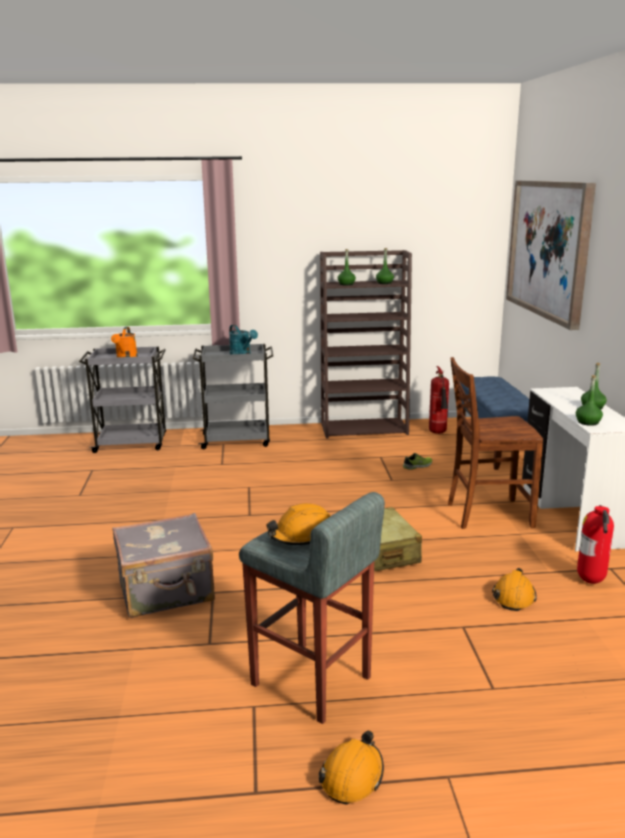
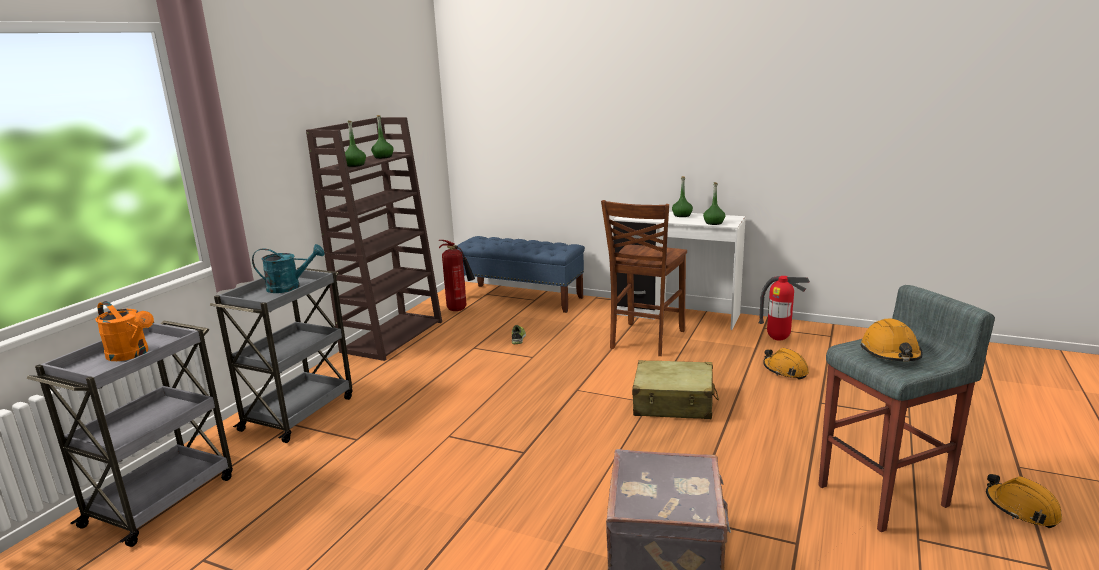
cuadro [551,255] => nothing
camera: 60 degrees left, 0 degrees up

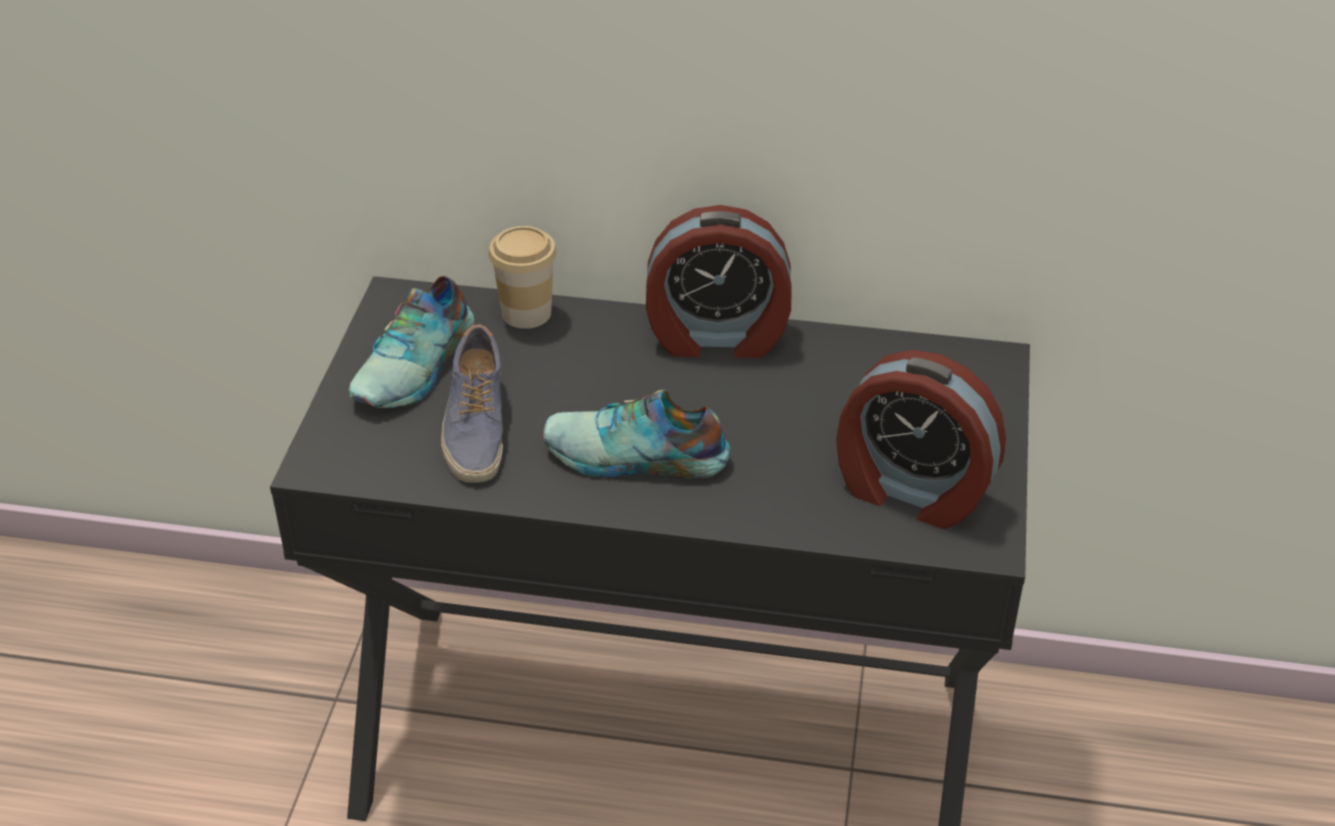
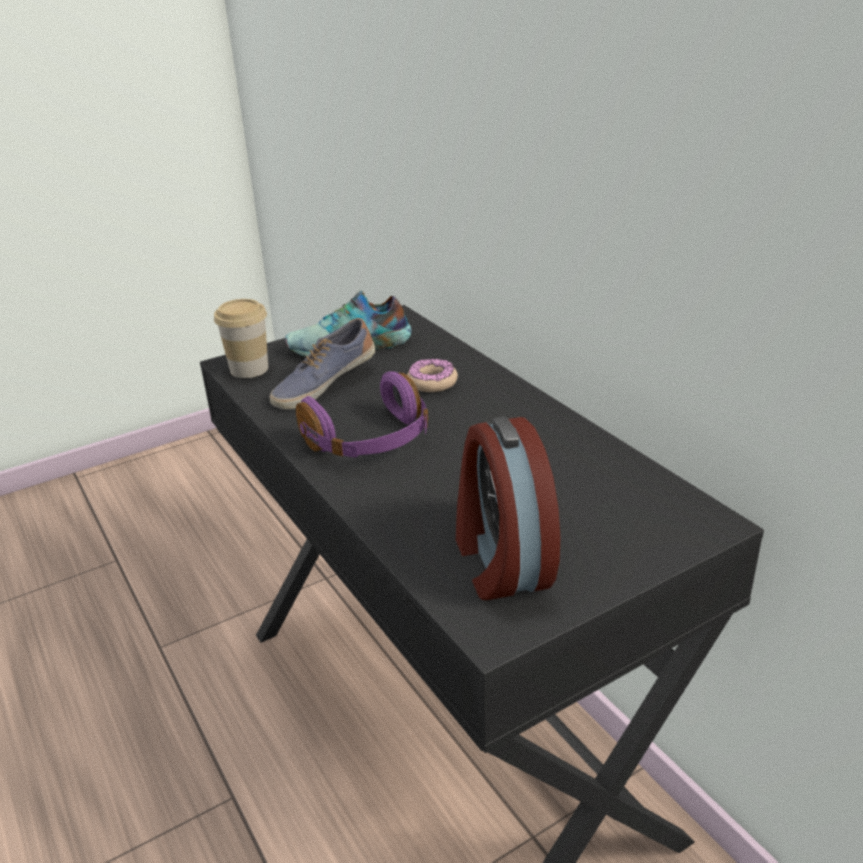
despertador [719,281] => nothing
taza [523,277] => taza [241,338], moved
zapato [637,434] => auriculares (morado) [362,414]
nothing => rosquilla [432,375]
camera: 50 degrees right, 10 degrees down

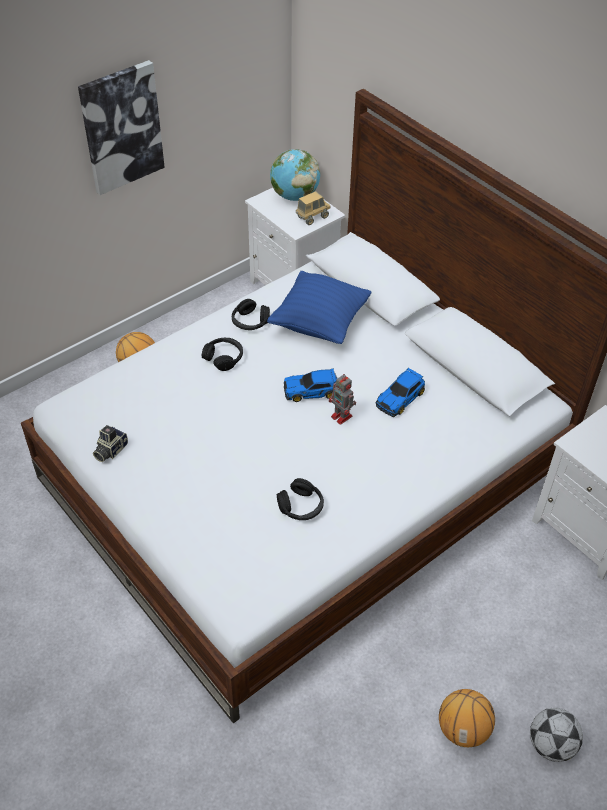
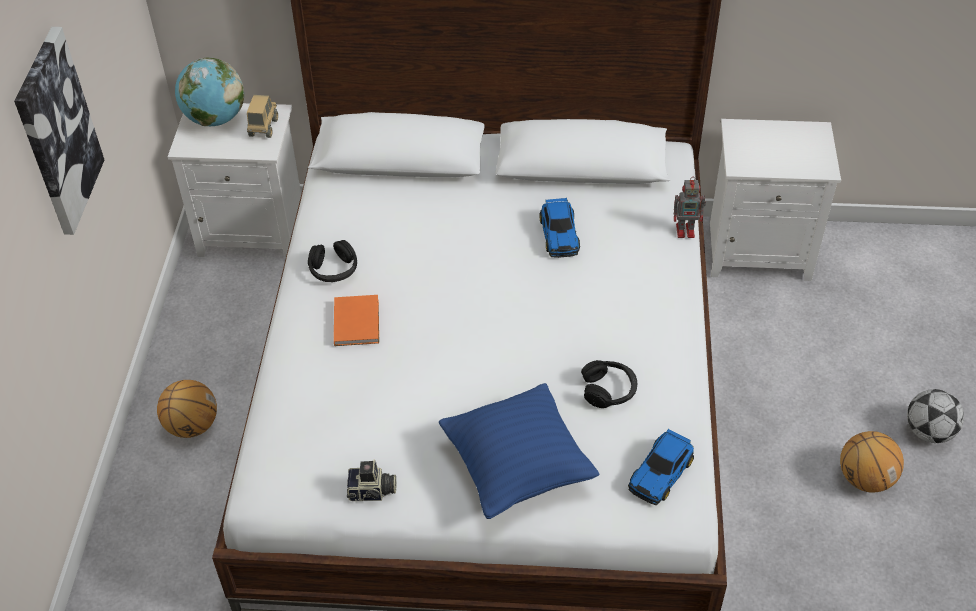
cojín (azul) [319,307] => cojín (azul) [519,451], moved
auriculares (negro) [222,354] => libro (naranja) [356,320]
coche de juguete [310,385] => coche de juguete [661,467], moved
robot de juguete [342,400] => robot de juguete [690,207], moved
cámara [110,443] => cámara [371,480], 75 degrees counterclockwise
camera: 45 degrees left, 0 degrees up

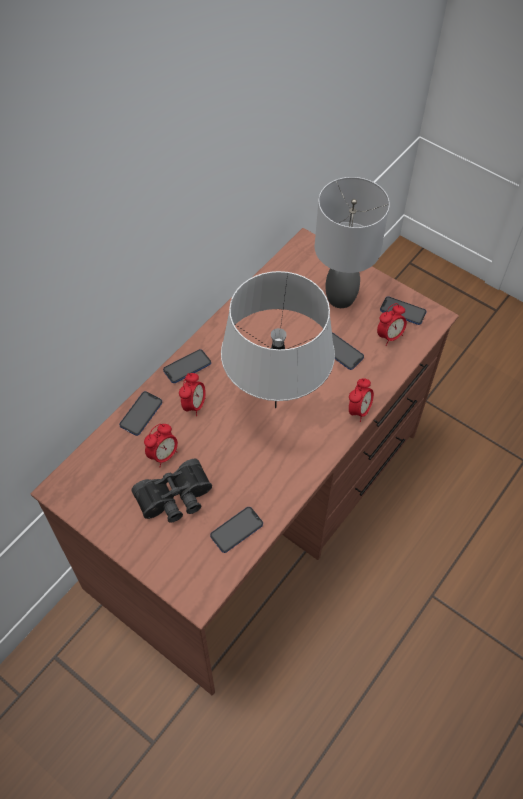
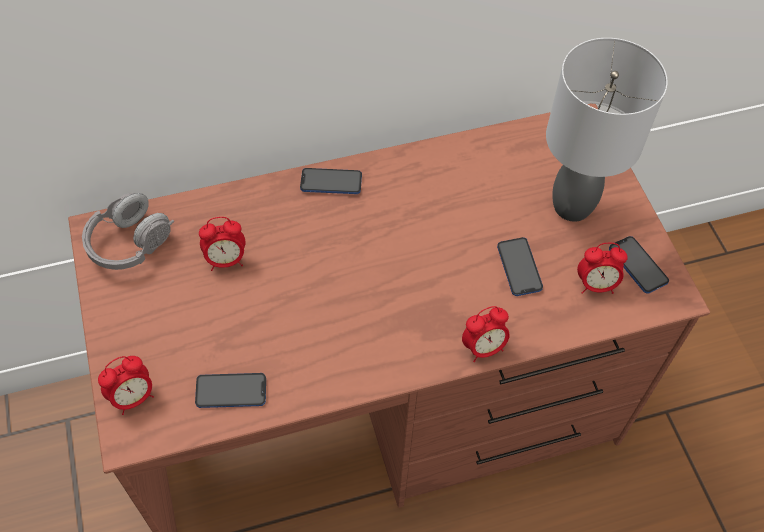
lámpara de mesa (gris) [278,339] => nothing
despertador [192,394] => despertador [126,385], moved
móvil [140,413] => nothing
prismáticos (negro) [171,491] => nothing
nothing => auriculares (gris) [128,231]
camera: 35 degrees right, 0 degrees up

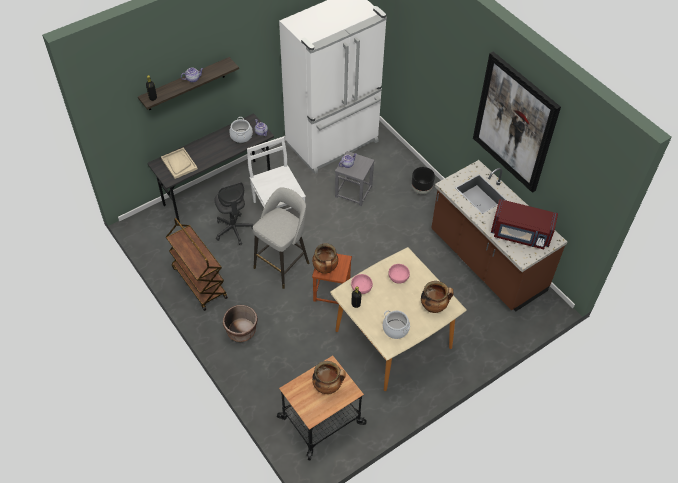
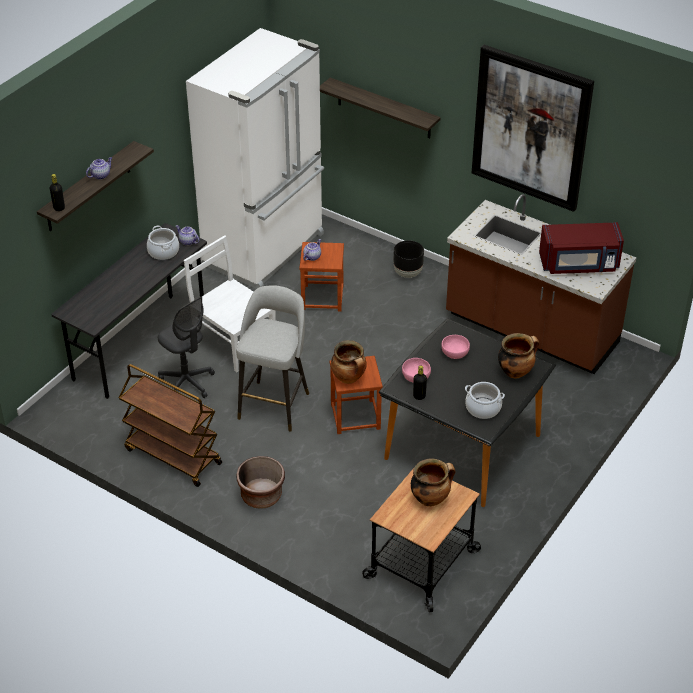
bandeja (beis) [179,163] => nothing
taburete (gris) [355,178] => taburete (marrón) [321,276]
mesa de comedor (beis) [398,319] => mesa de comedor (negro) [467,412]
nothing => estante [380,108]
camera: 20 degrees left, 10 degrees down

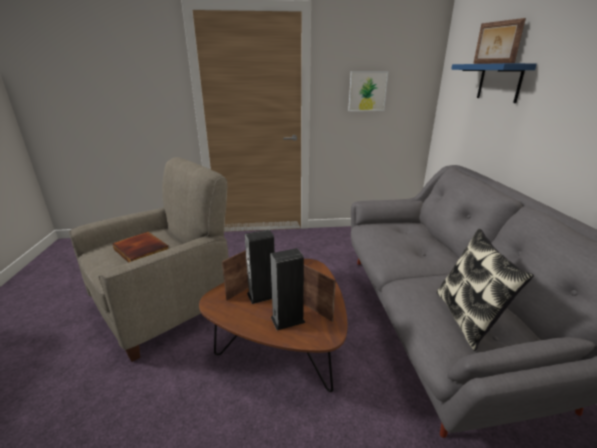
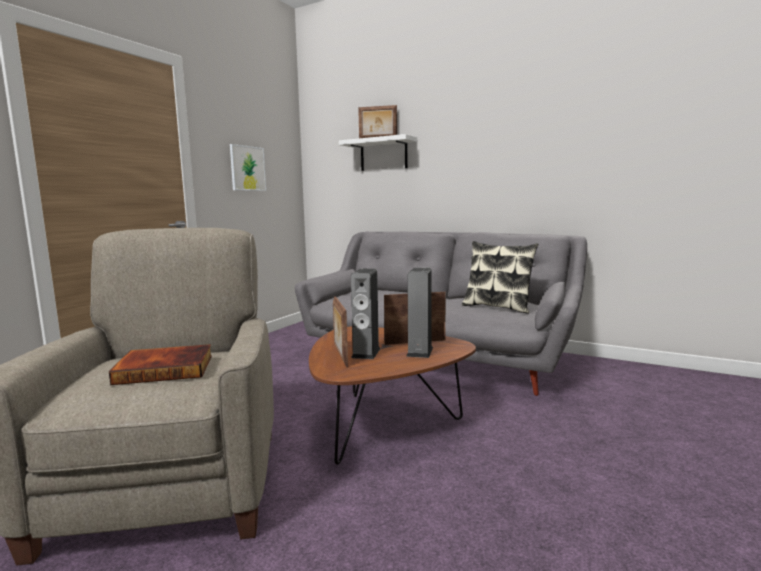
estante (azul) [494,83] => estante (blanco) [378,152]
camera: 55 degrees left, 15 degrees down

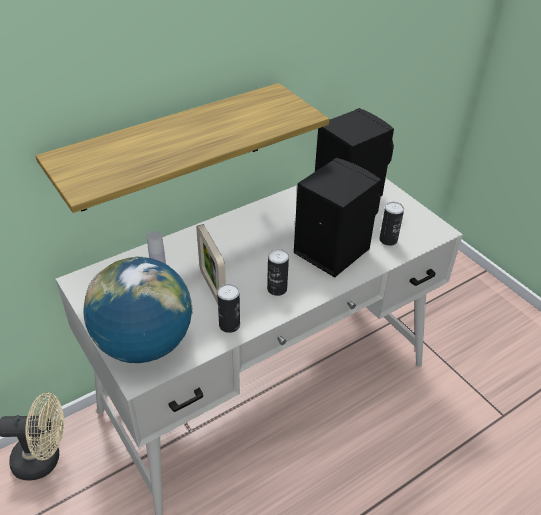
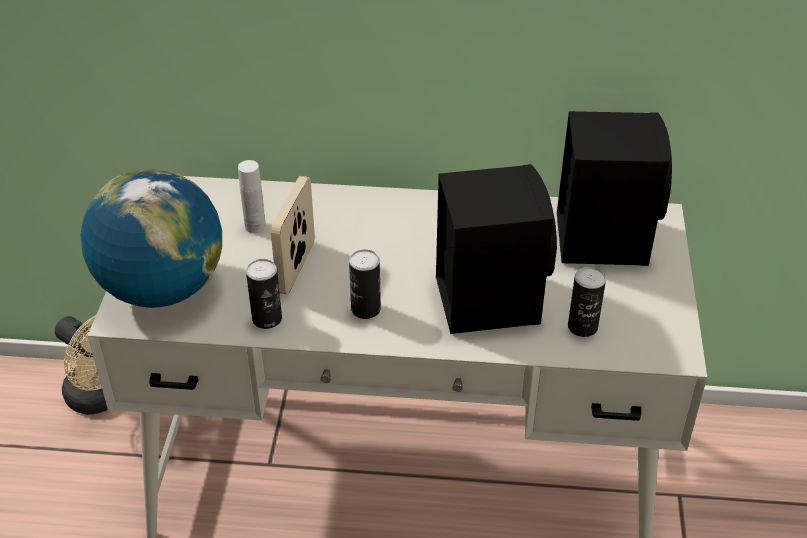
estante [182,148] => nothing
camera: 40 degrees right, 0 degrees up

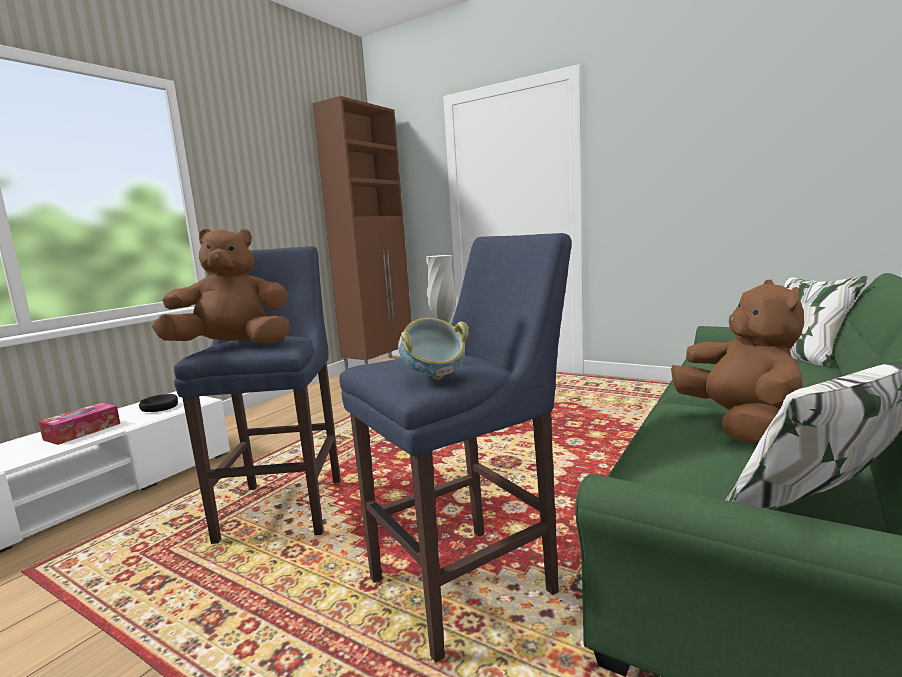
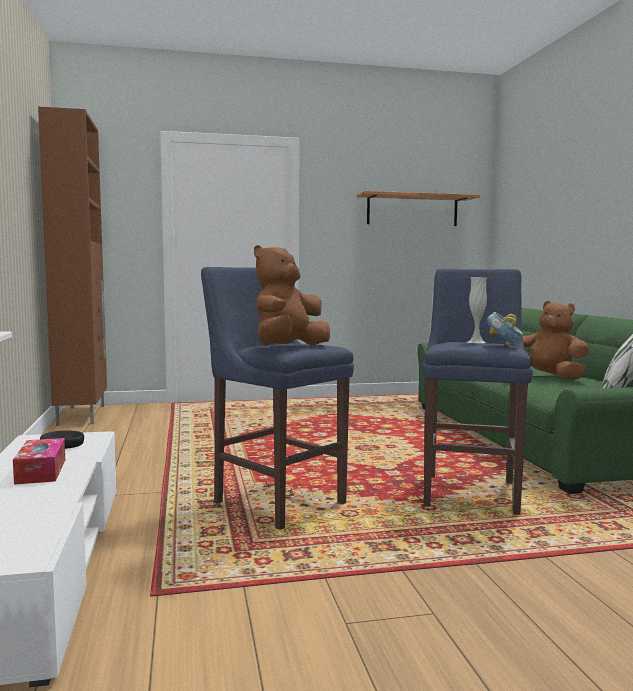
nothing => estante [418,208]
camera: 45 degrees left, 5 degrees down

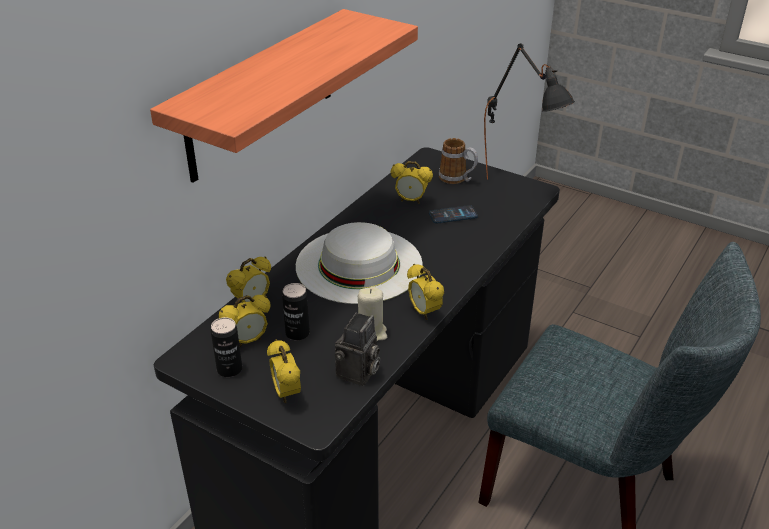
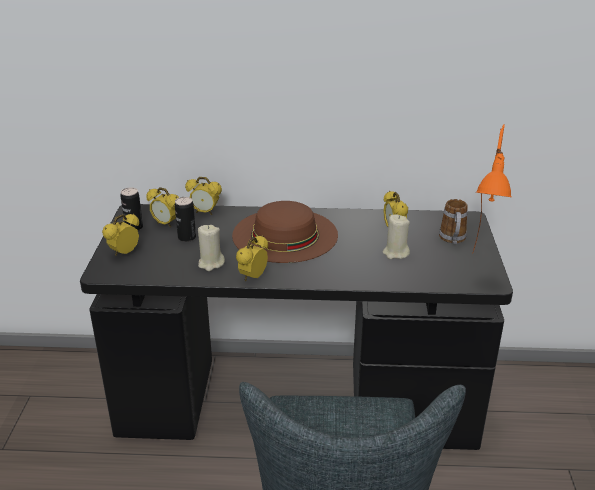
estante [284,96] => nothing
lámpara de mesa (negro) [529,111] => lámpara de mesa (naranja) [491,189]
móvil [453,214] => vela (beis) [396,236]
sombrero (blanco) [359,263] => sombrero (marrón) [285,232]
cámara [357,349] => nothing
camera: 60 degrees right, 5 degrees down

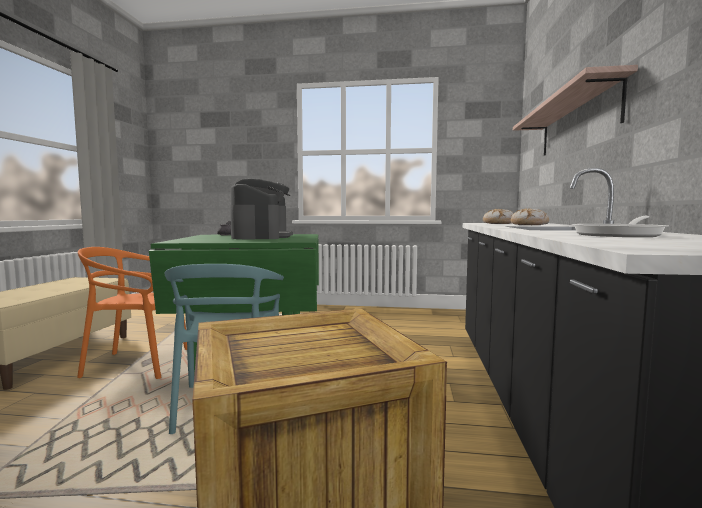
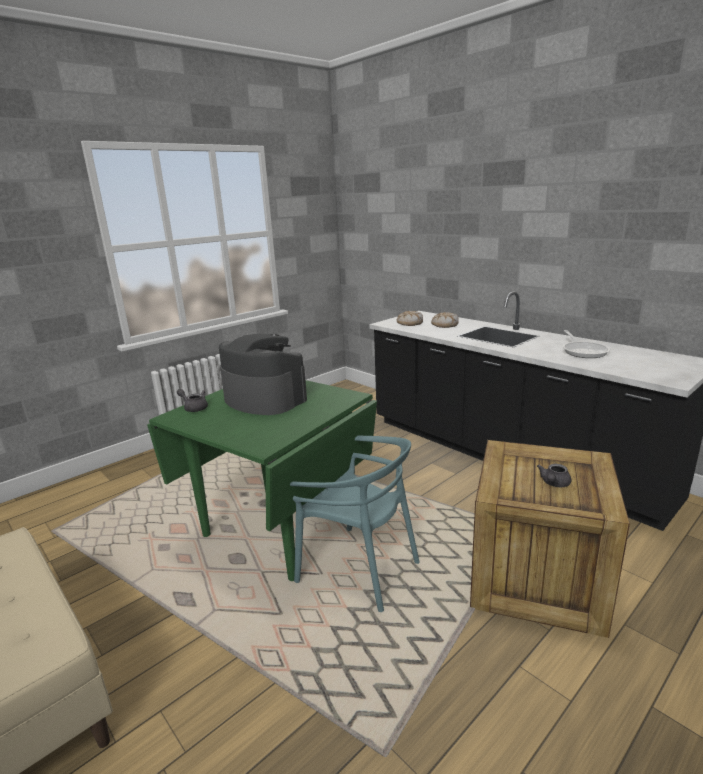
estante [575,110] => nothing
silla (naranja) [132,313] => nothing
nothing => tetera (gris) [554,475]
camera: 50 degrees left, 15 degrees up

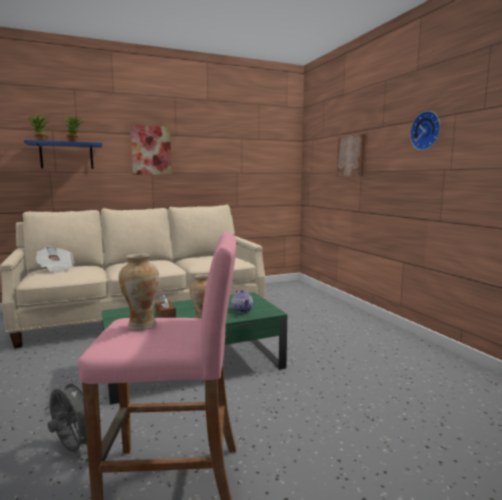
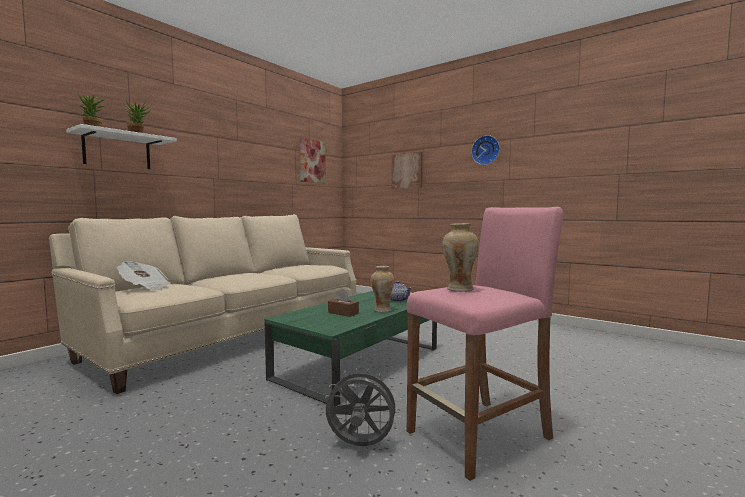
cuadro [151,150] => cuadro [312,160], moved
estante (azul) [63,154] => estante (blanco) [121,146]
camera: 30 degrees left, 5 degrees down

